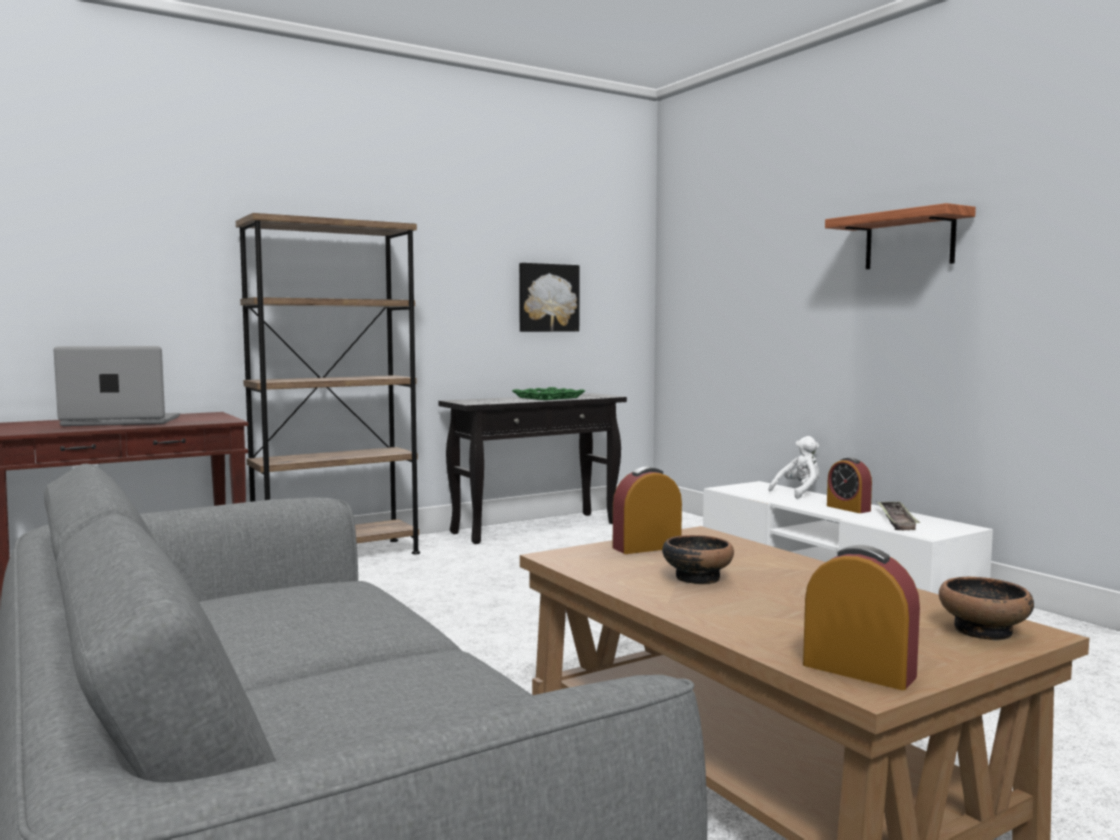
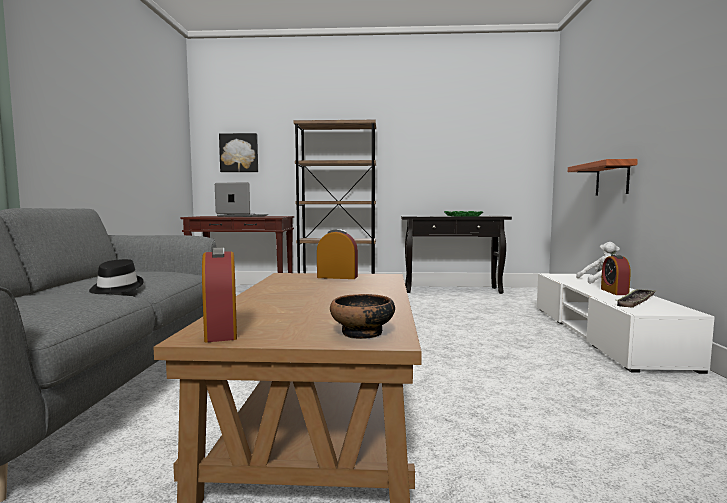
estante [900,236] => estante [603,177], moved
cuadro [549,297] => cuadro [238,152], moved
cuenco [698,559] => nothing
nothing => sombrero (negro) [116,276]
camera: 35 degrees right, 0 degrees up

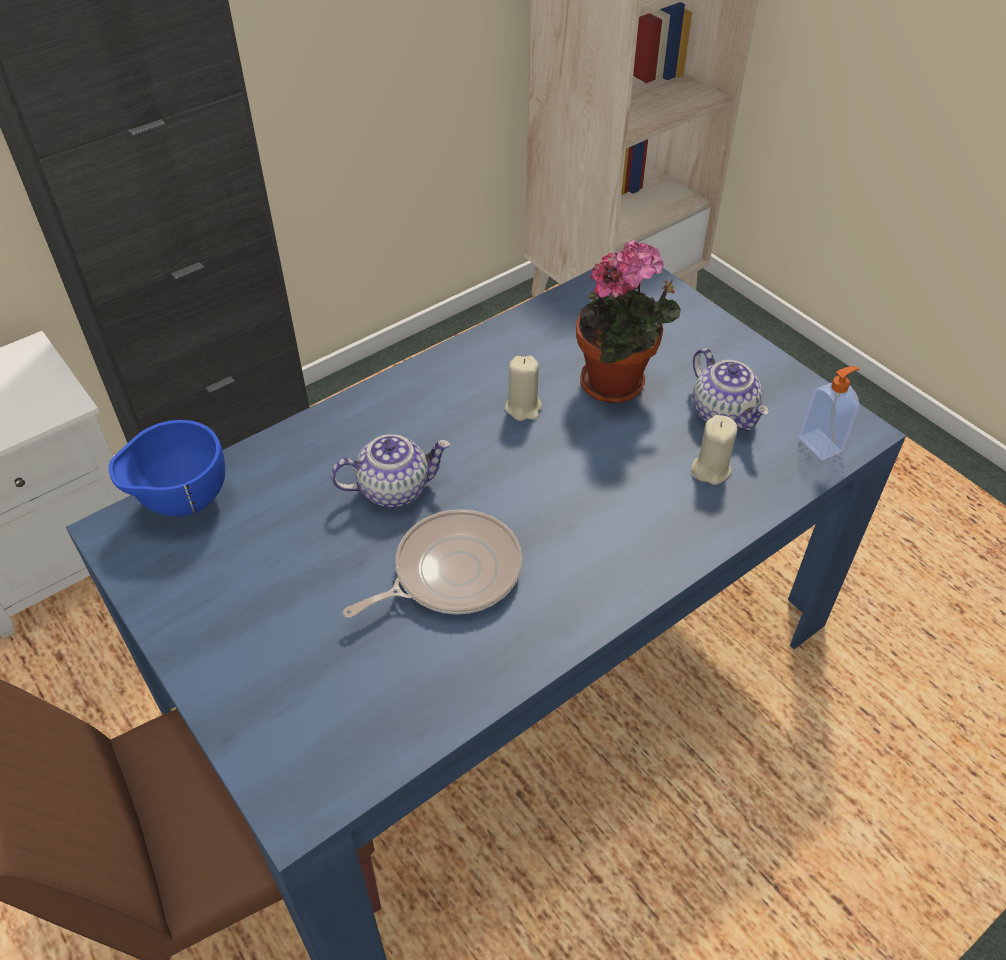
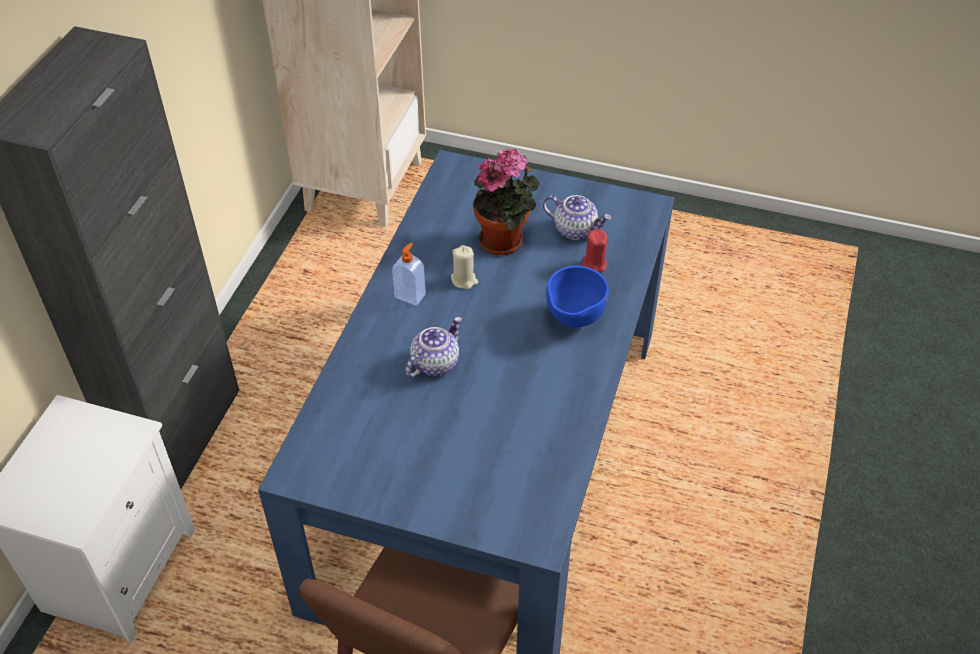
dispensador de jabón [828,413] => dispensador de jabón [409,274], moved
vela (beis) [714,450] => vela (rojo) [594,250]
cuenco (azul) [167,468] => cuenco (azul) [577,296], moved
sartén [432,563] => nothing
camera: 35 degrees left, 0 degrees up

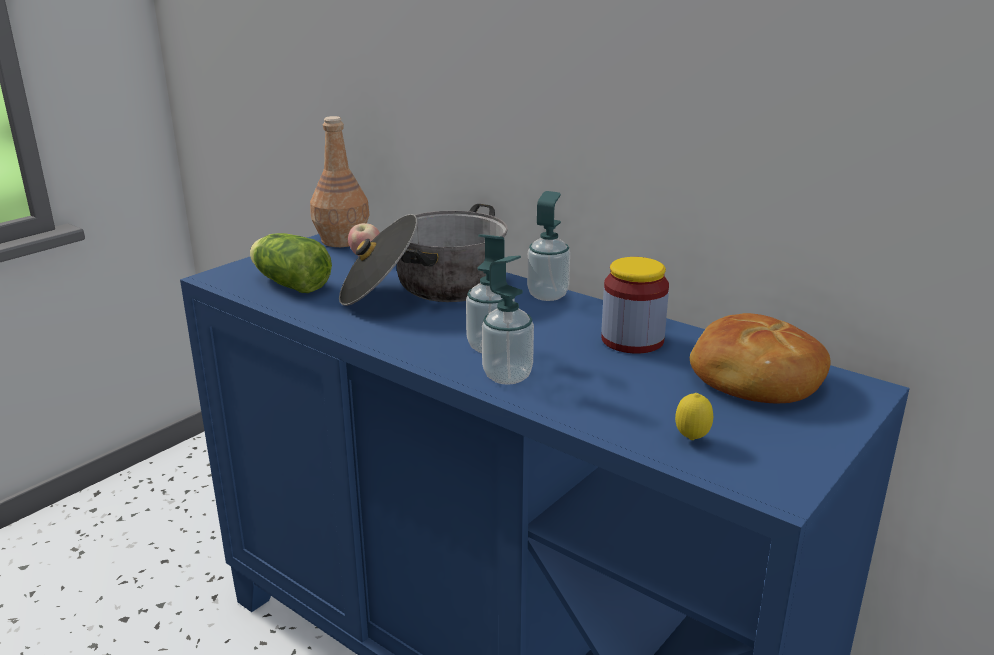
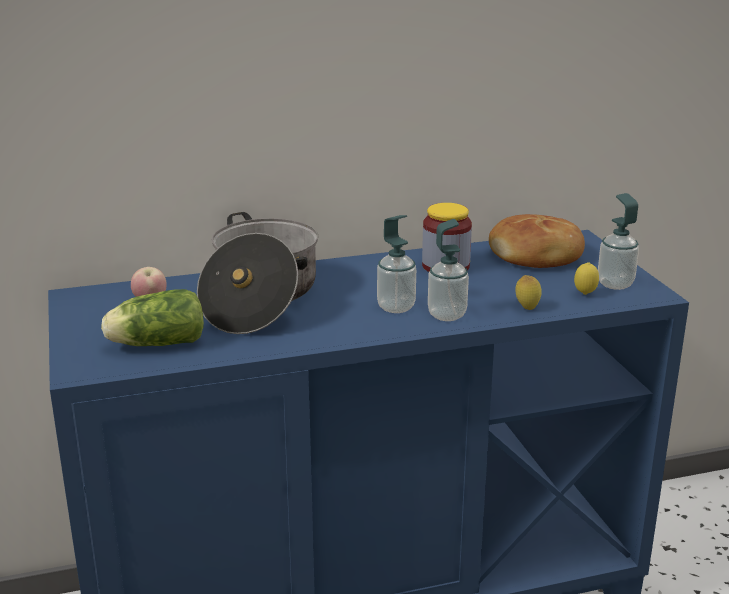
botella (marrón) [339,181] => nothing
dispensador de jabón [548,246] => dispensador de jabón [618,241], moved
nothing => limón [528,292]
camera: 55 degrees left, 0 degrees up

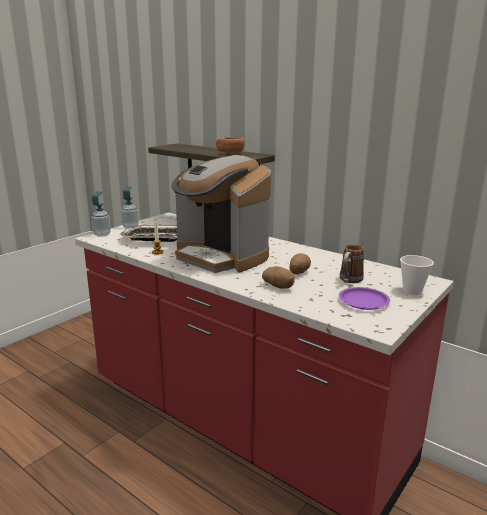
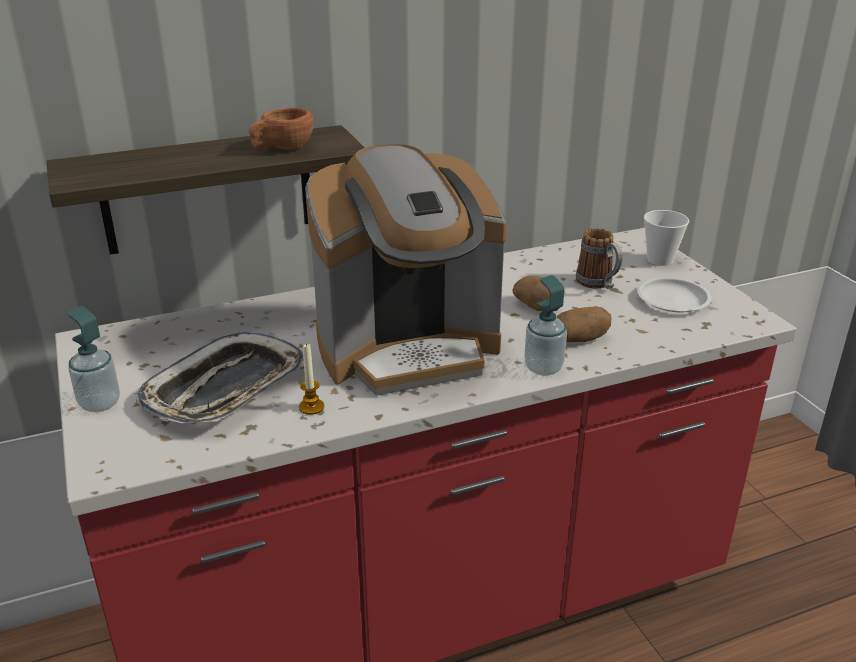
dispensador de jabón [101,214] => dispensador de jabón [545,325], moved
plato (morado) [364,298] => plato (blanco) [674,294]
camera: 60 degrees left, 10 degrees up

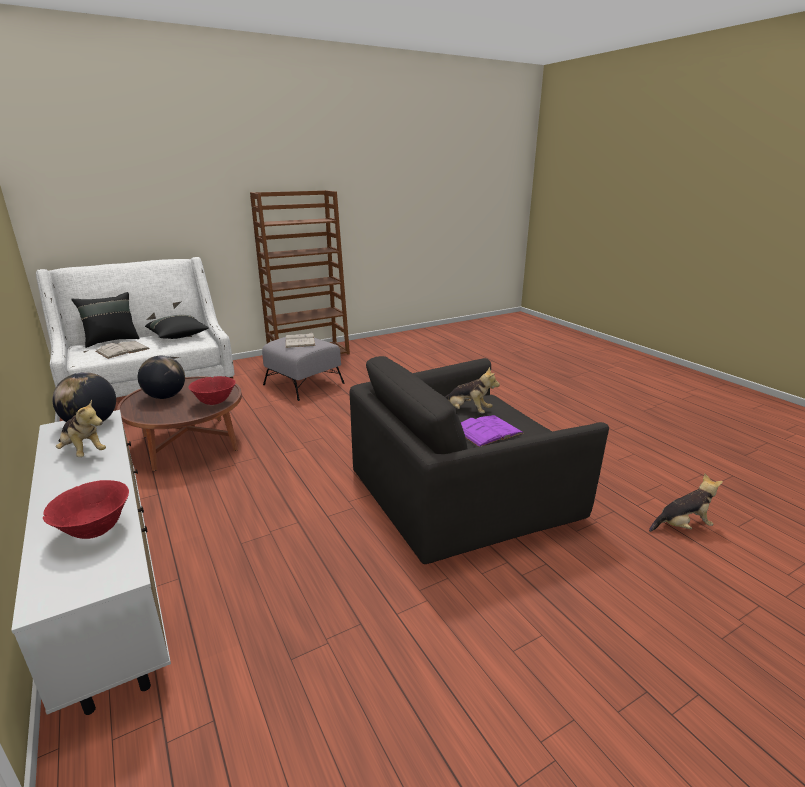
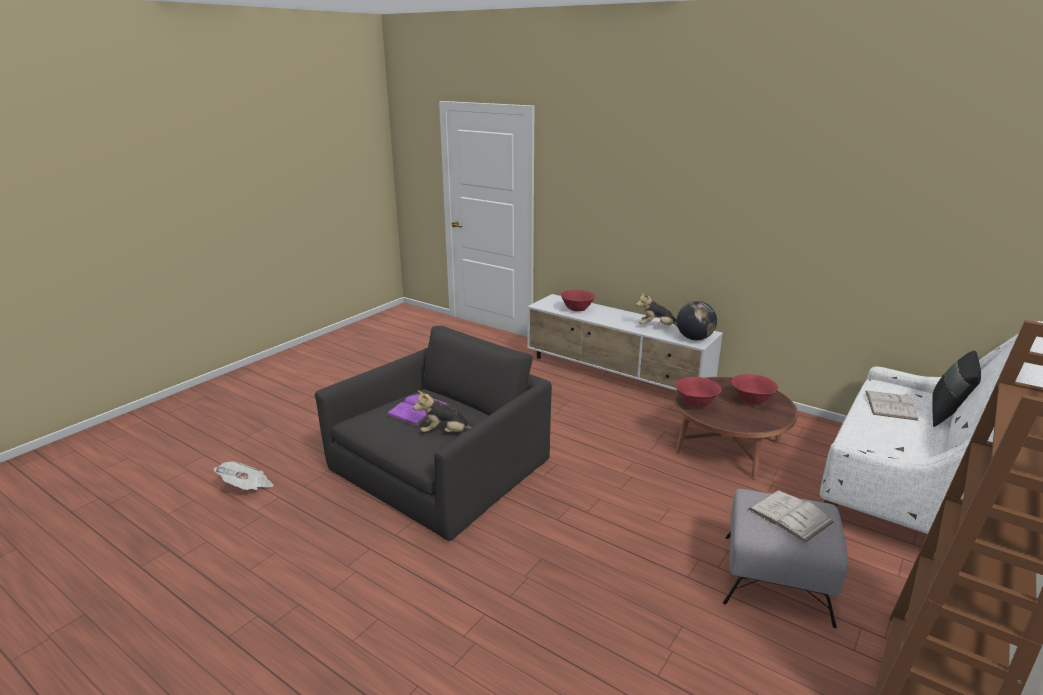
cojín (negro) [177,327] => nothing
globo terráqueo [161,377] => cuenco (rojo) [755,389]
peluche [686,503] => periódico [244,475]
camera: 155 degrees right, 0 degrees up

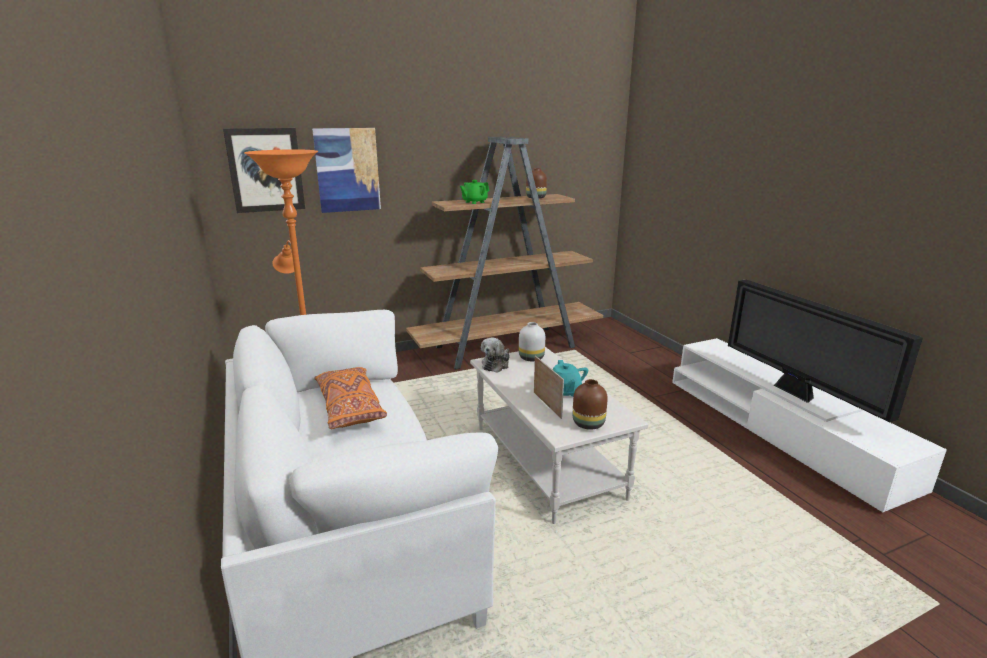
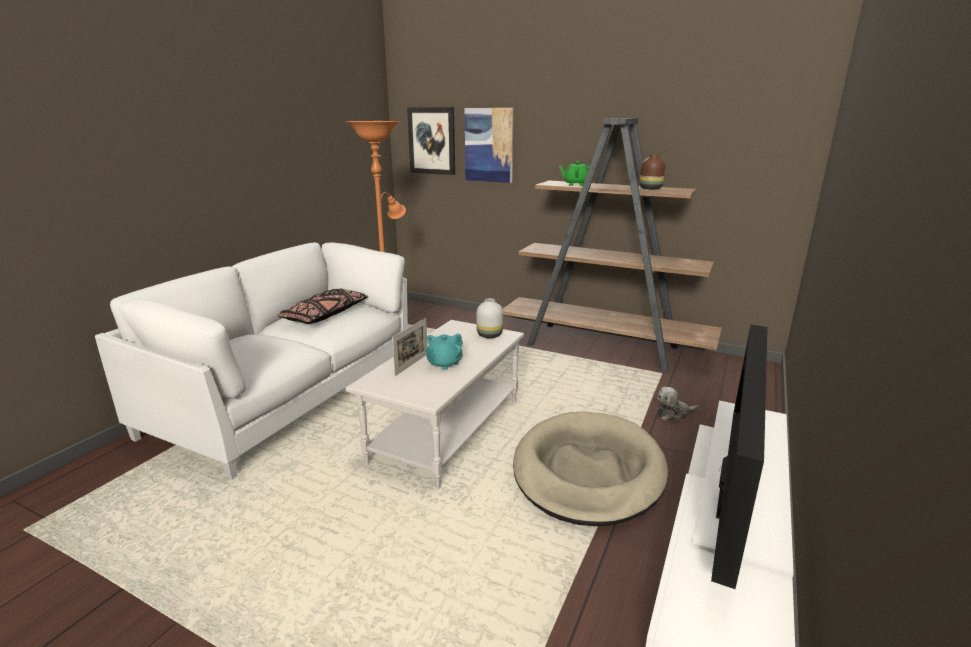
peluche [495,355] => peluche [677,404], moved
cojín (naranja) [350,398] => cojín (negro) [323,306]
florero (marrón) [590,404] => nothing
nothing => cama para perro (beis) [590,469]
camera: 50 degrees right, 0 degrees up

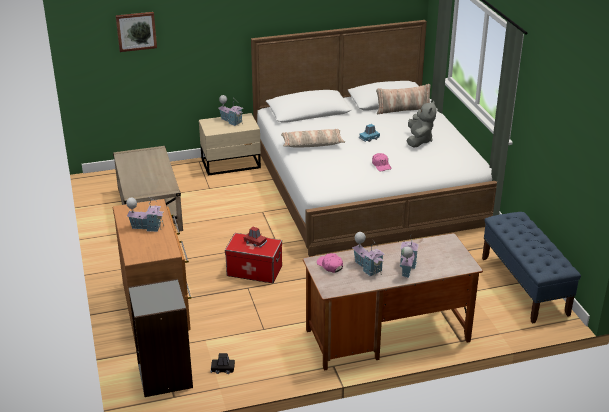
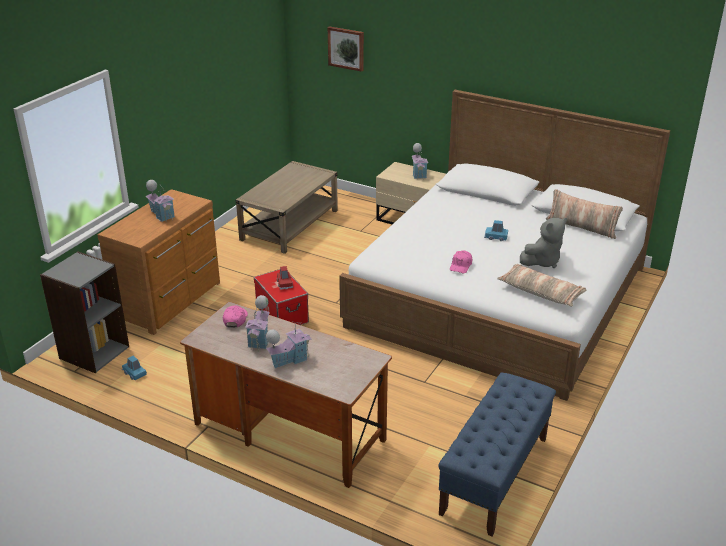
cojín [313,138] => cojín [541,285], moved
coche de juguete (negro) [222,363] => coche de juguete (azul) [134,368]
camera: 45 degrees right, 0 degrees up

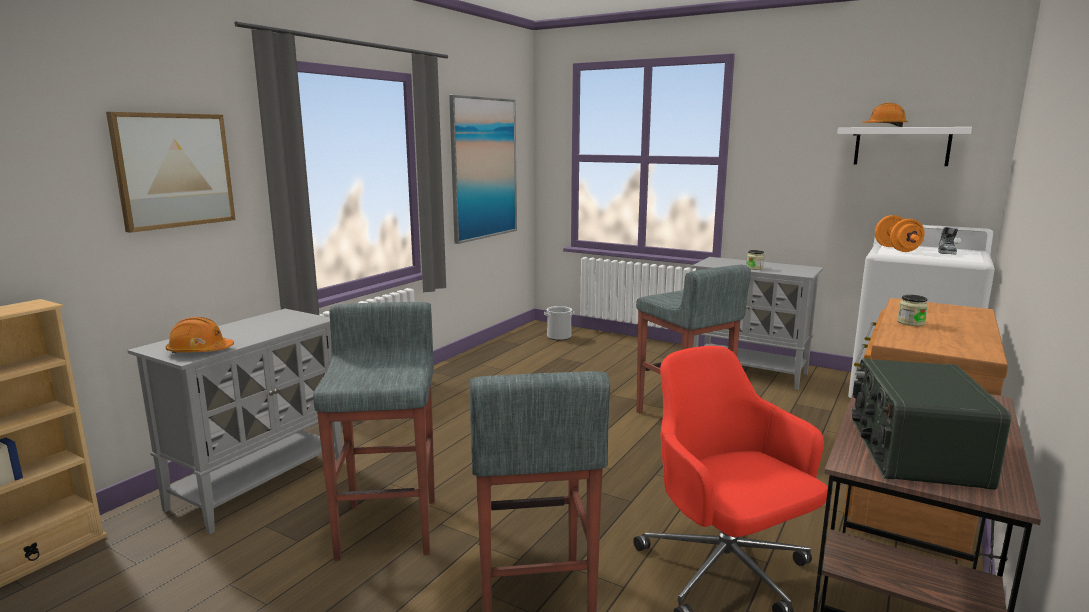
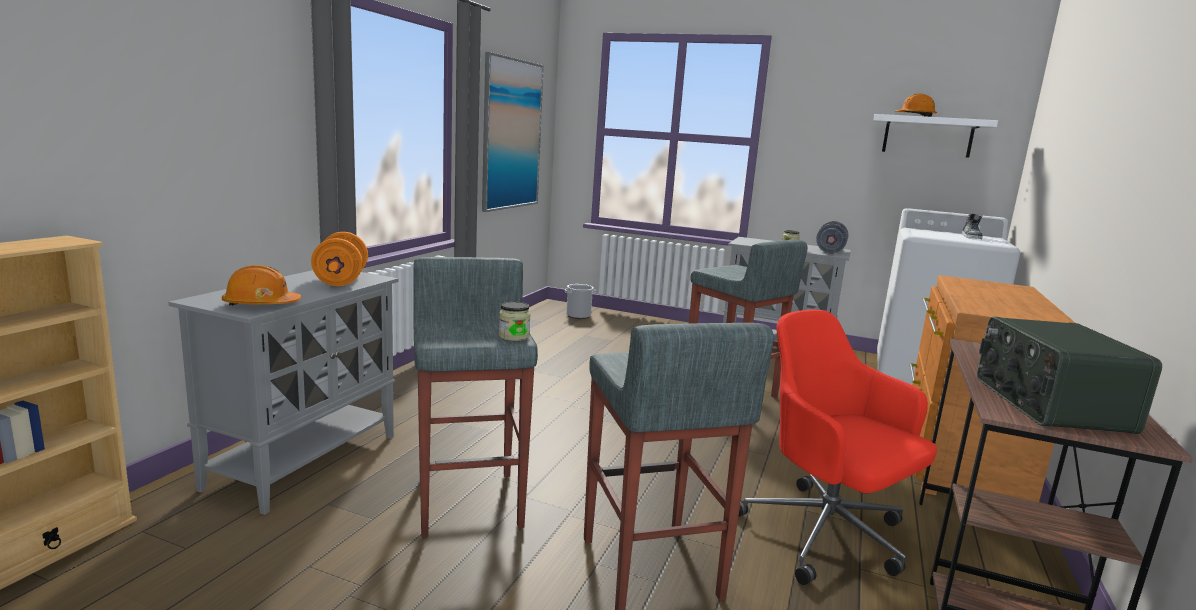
cuadro [171,172] => nothing
mancuerna (naranja) [900,233] => mancuerna (naranja) [339,259], moved
tarro [912,310] => tarro [515,321], moved
nothing => mancuerna (gris) [832,237]
camera: 10 degrees left, 0 degrees up

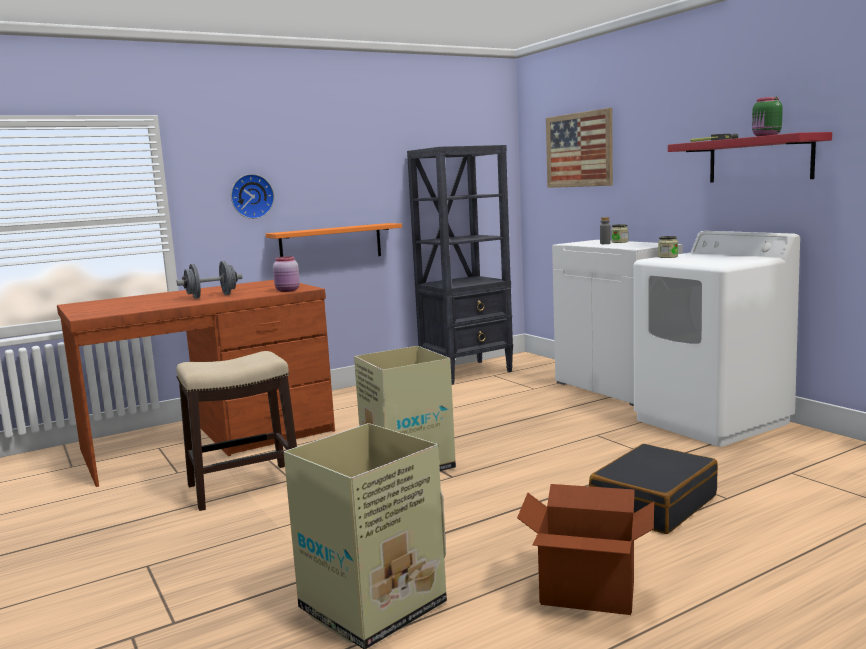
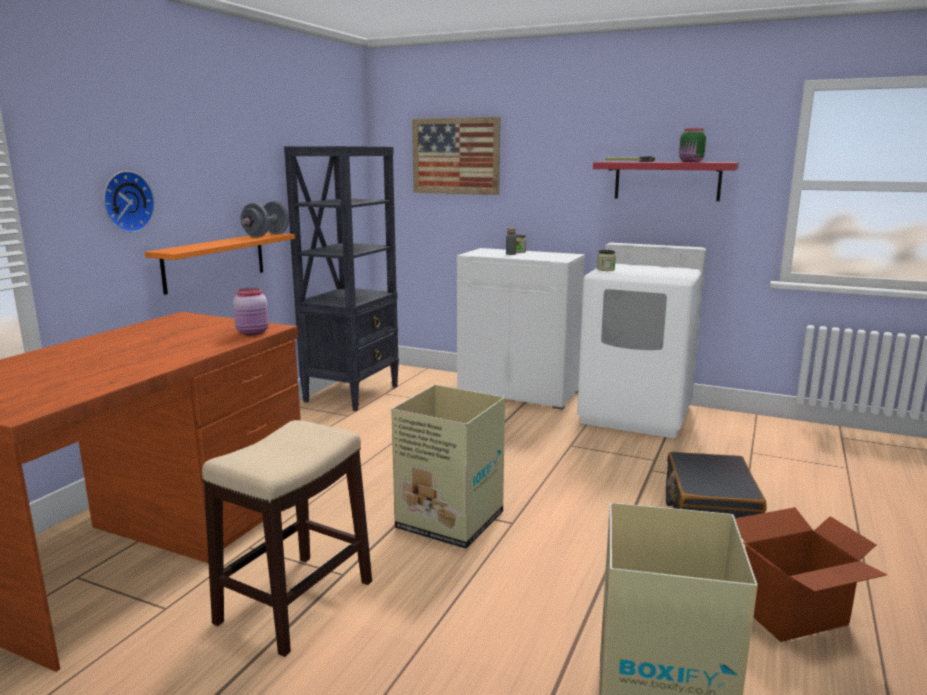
mancuerna (gris) [209,280] => mancuerna (gris) [264,219], moved
camera: 35 degrees left, 5 degrees up

